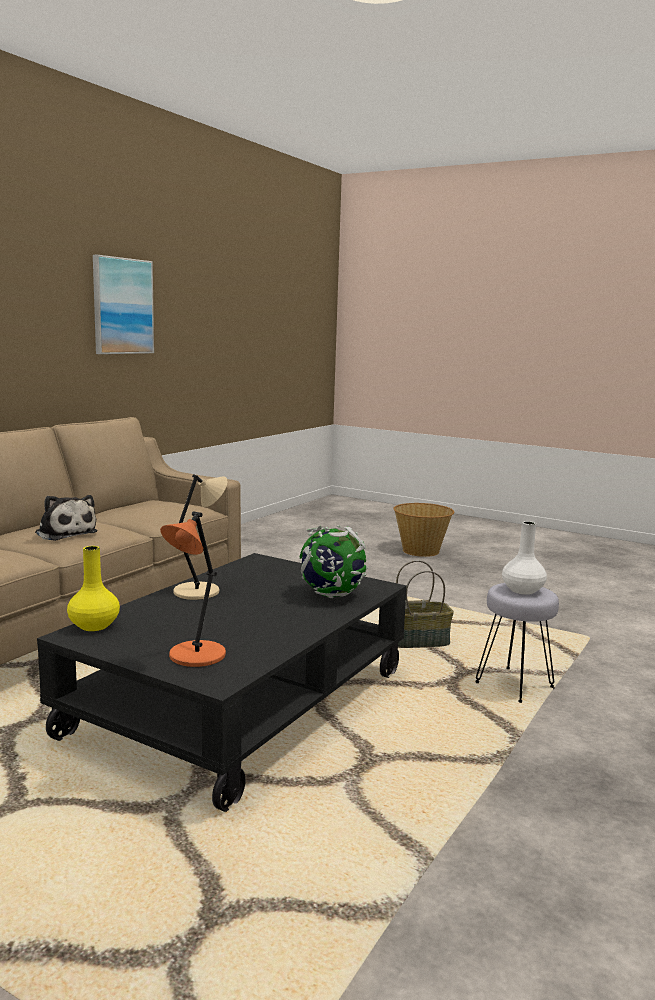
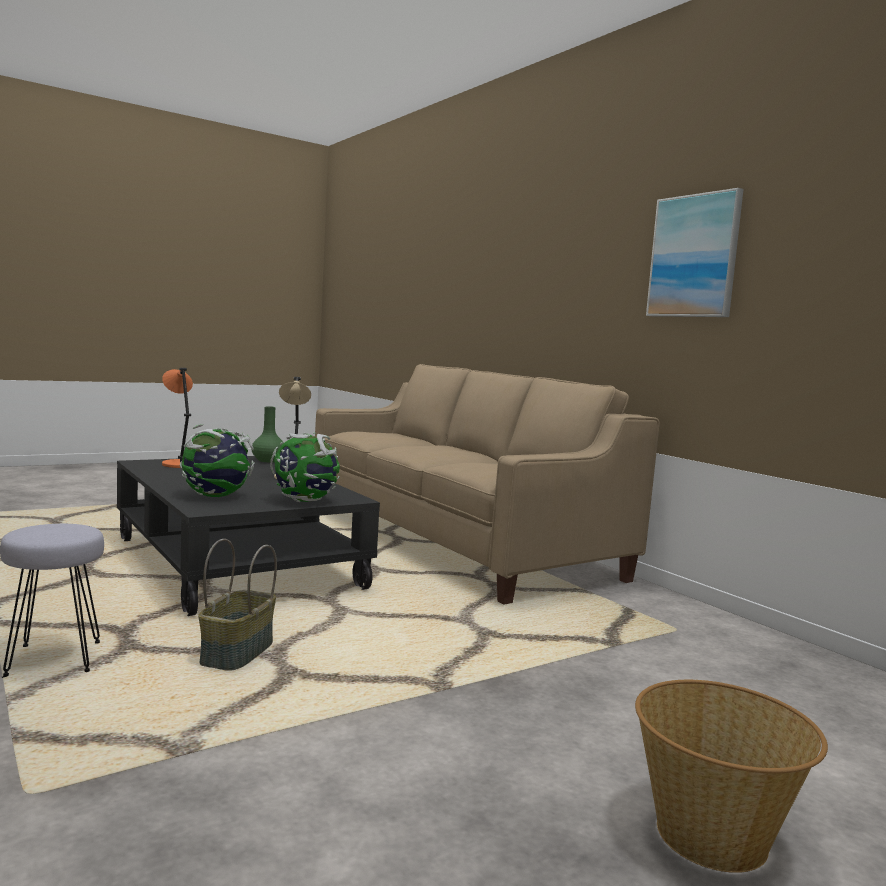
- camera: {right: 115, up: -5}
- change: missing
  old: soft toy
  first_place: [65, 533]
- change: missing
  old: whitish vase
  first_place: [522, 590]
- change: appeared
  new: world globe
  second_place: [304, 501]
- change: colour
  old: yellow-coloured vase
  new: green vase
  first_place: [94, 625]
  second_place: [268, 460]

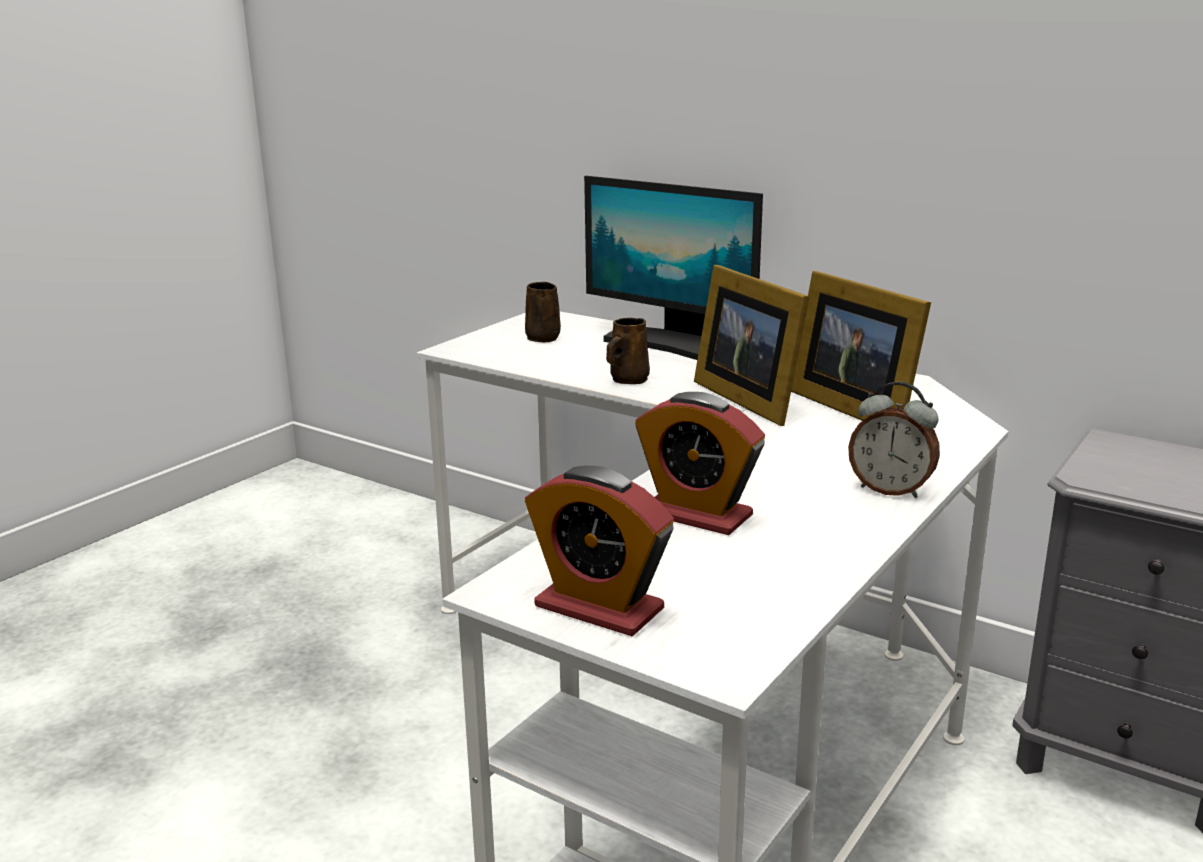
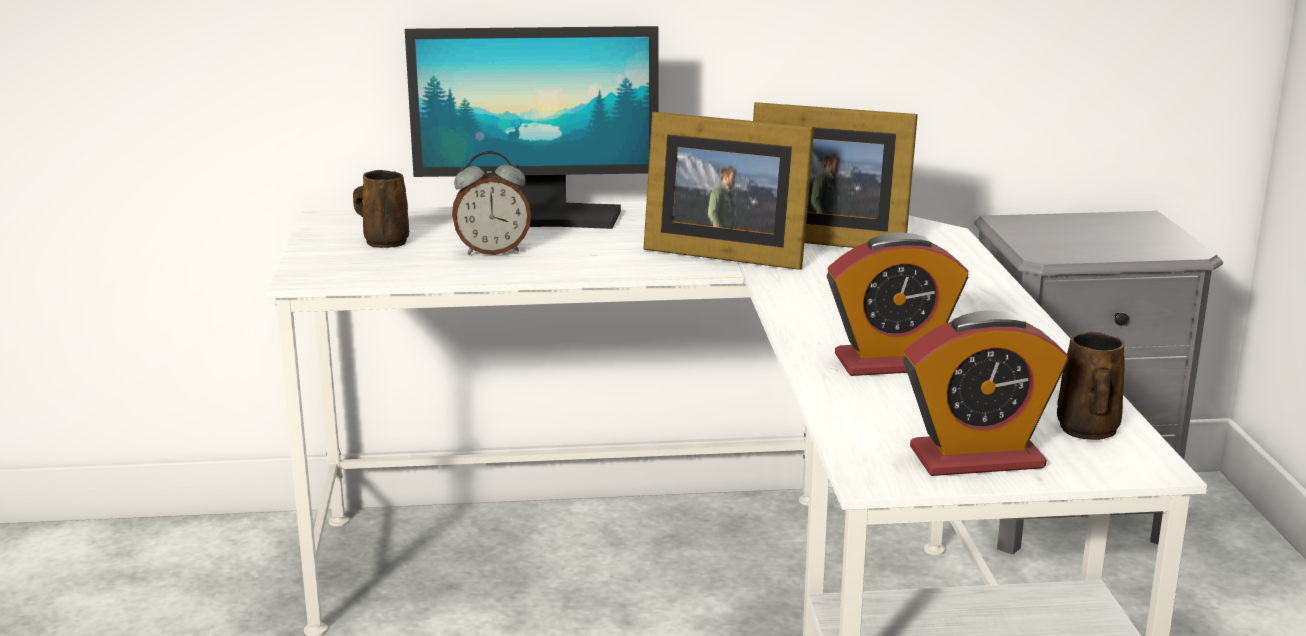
- camera: {right: -40, up: 0}
- change: relocated
  old: brownish tea mug
  first_place: [628, 380]
  second_place: [1087, 431]
- change: relocated
  old: table clock
  first_place: [890, 490]
  second_place: [492, 251]

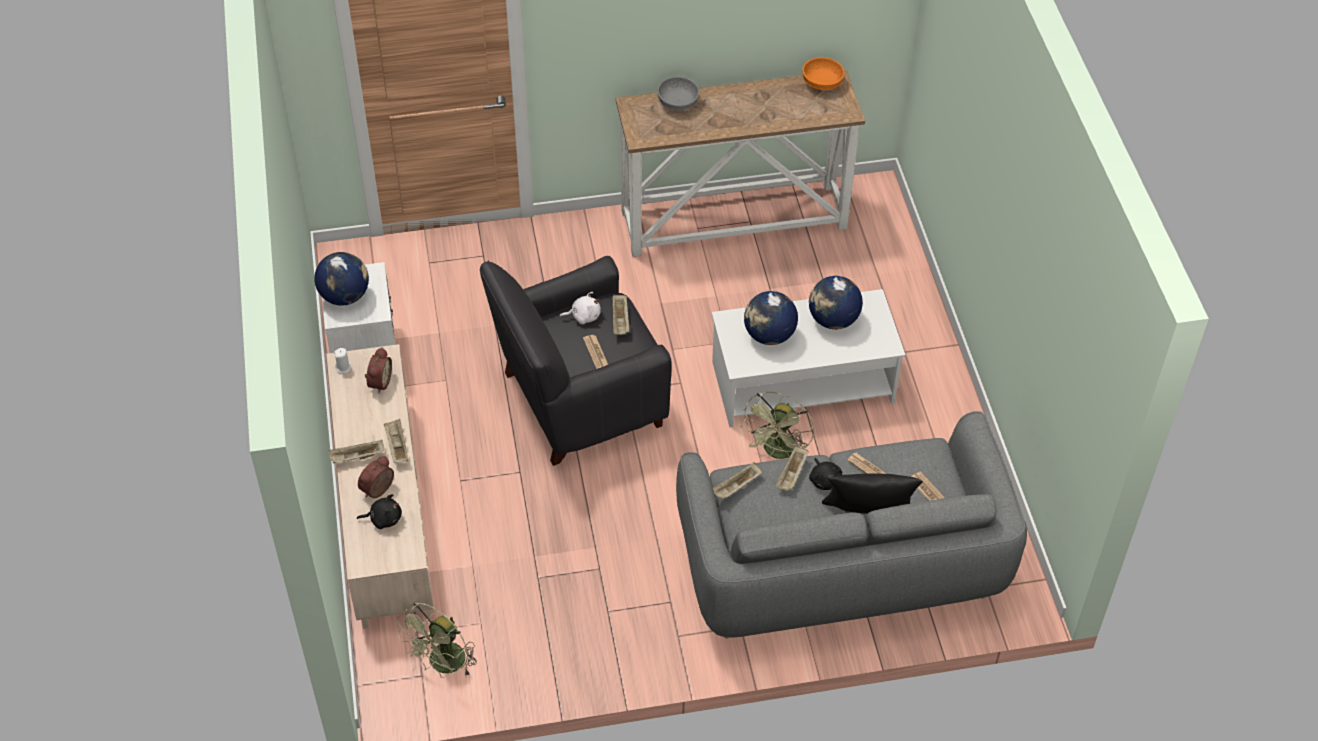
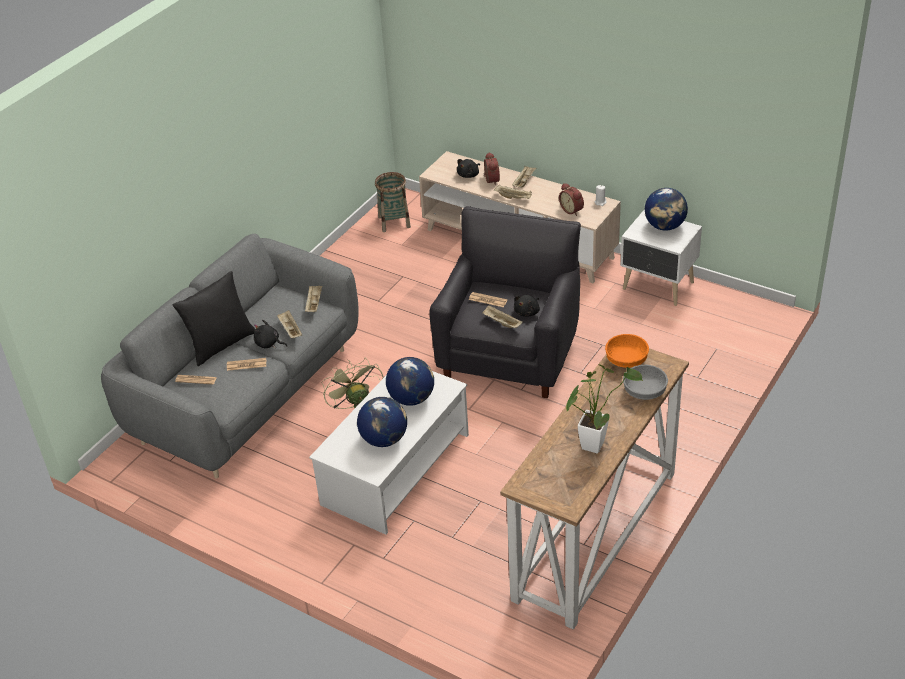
- camera: {right: 135, up: -10}
- change: appeared
  new: potted plant
  second_place: [595, 442]
- change: relocated
  old: orangey serving bowl
  first_place: [822, 83]
  second_place: [626, 360]
- change: exchanged
  old: green cooling fan
  new: household basket
  first_place: [443, 665]
  second_place: [394, 222]
- change: colour
  old: whitish soft toy
  new: black soft toy
  first_place: [583, 316]
  second_place: [527, 312]

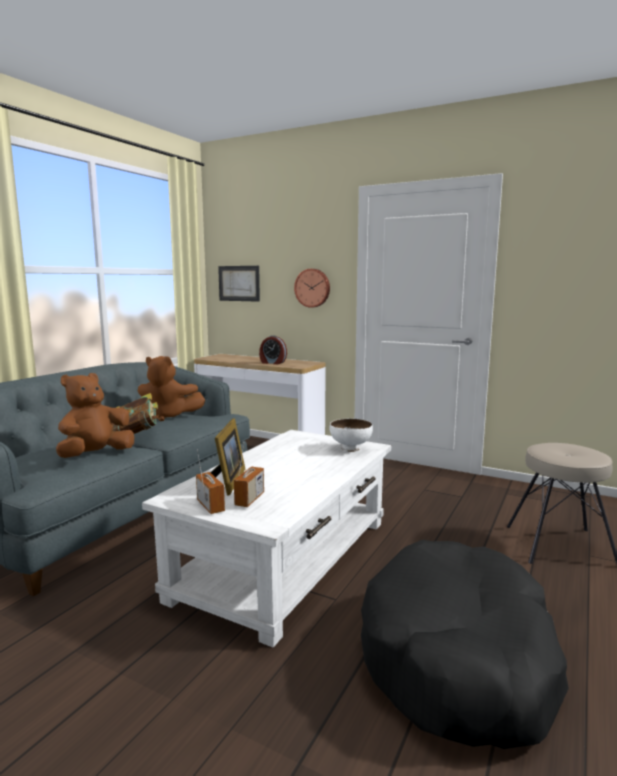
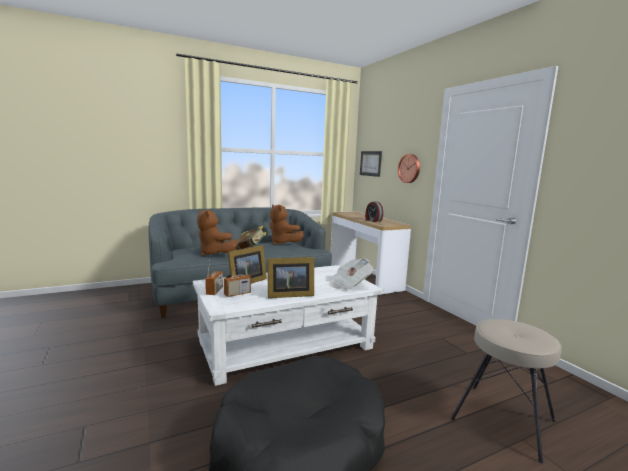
- camera: {right: 35, up: 0}
- change: appeared
  new: standing frame
  second_place: [288, 294]
- change: exchanged
  old: whitish serving bowl
  new: newspaper
  first_place: [350, 449]
  second_place: [349, 284]
- change: spun
  old: brownish soft toy
  first_place: [95, 455]
  second_place: [214, 254]
  degrees: -120

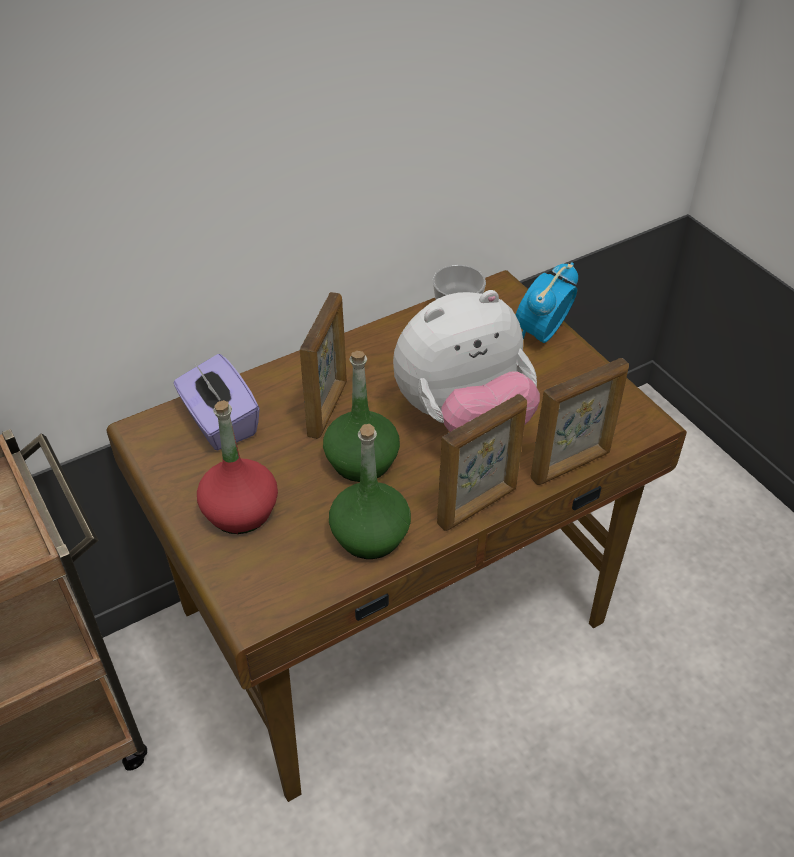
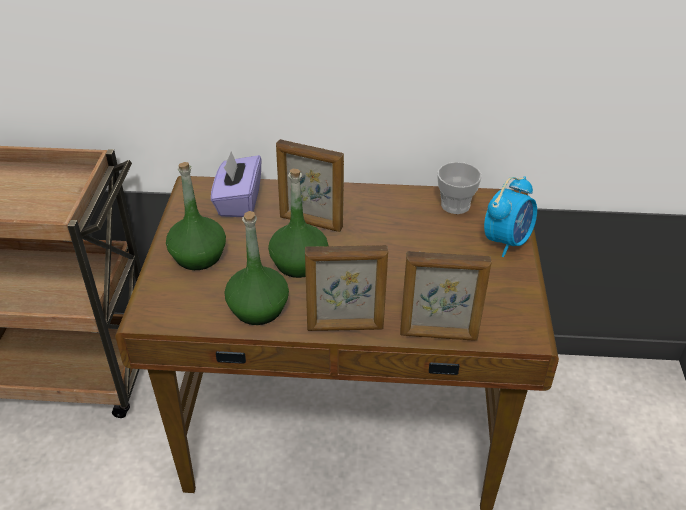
- camera: {right: 35, up: -5}
- change: missing
  old: soft toy
  first_place: [464, 420]
- change: colour
  old: red bottle
  new: green bottle
  first_place: [240, 511]
  second_place: [198, 256]
- change: spun
  old: standing frame
  first_place: [328, 408]
  second_place: [310, 223]
  degrees: 60
- change: spun
  old: table clock
  first_place: [541, 334]
  second_place: [507, 241]
  degrees: 150

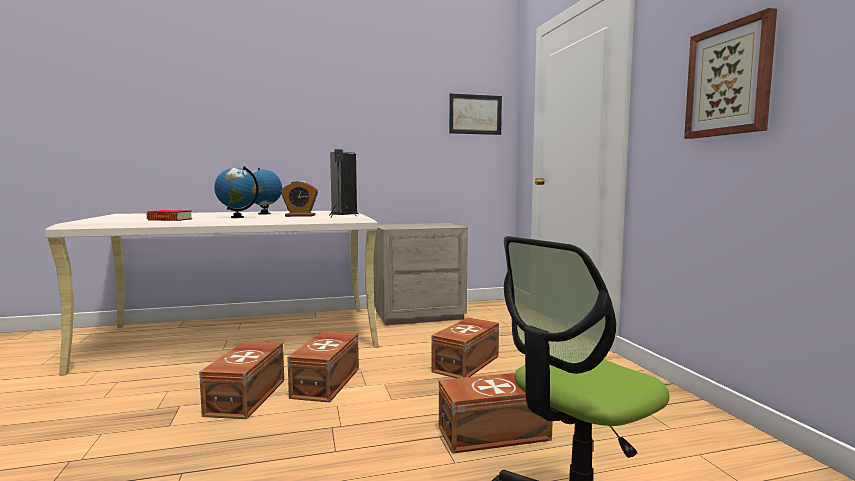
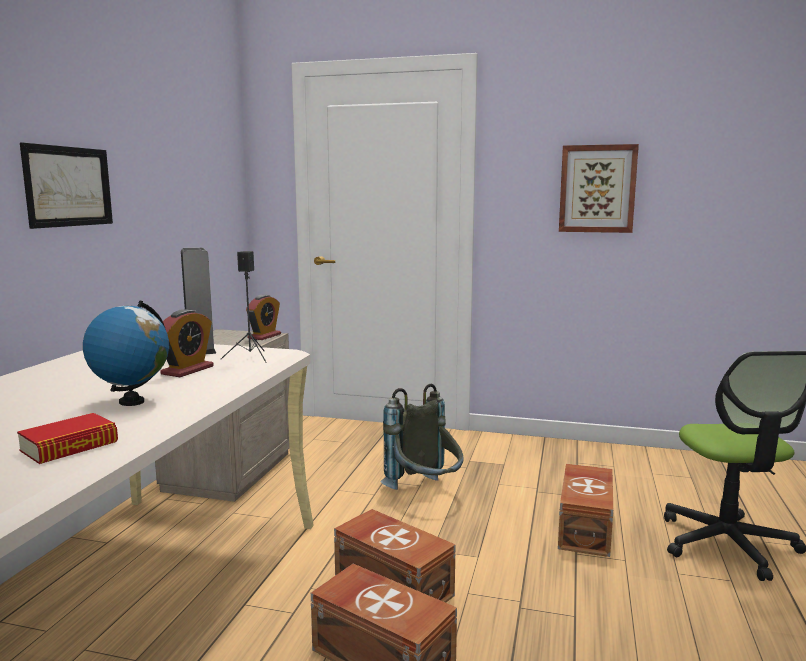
- camera: {right: -60, up: 5}
- change: missing
  old: world globe
  first_place: [264, 214]
- change: appeared
  new: table clock
  second_place: [264, 336]
- change: relocated
  old: picture
  first_place: [475, 114]
  second_place: [69, 186]
- change: exchanged
  old: brownish storage box
  new: grey rucksack
  first_place: [467, 364]
  second_place: [425, 493]

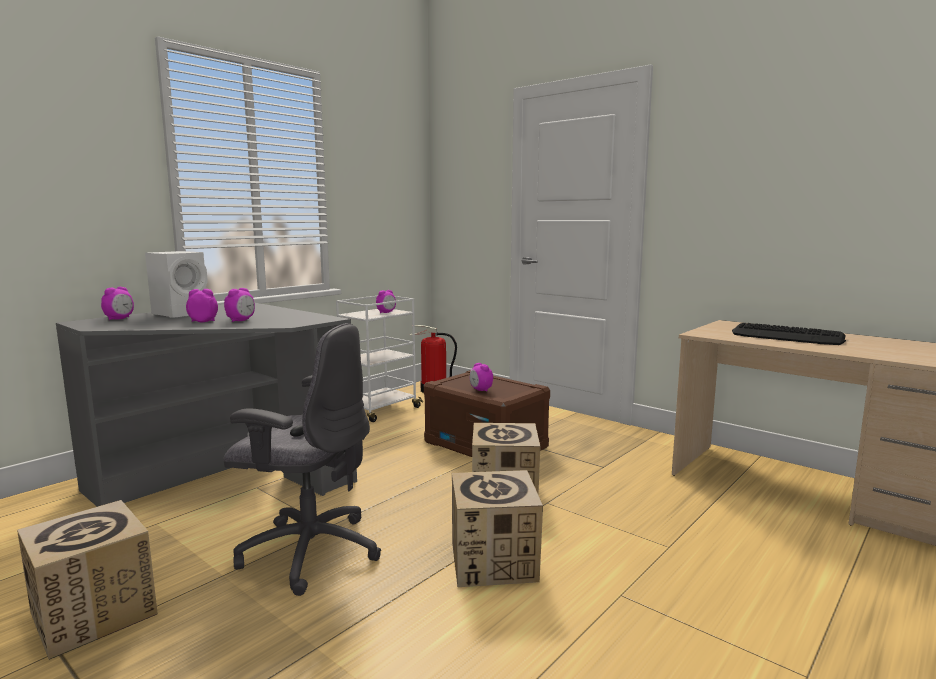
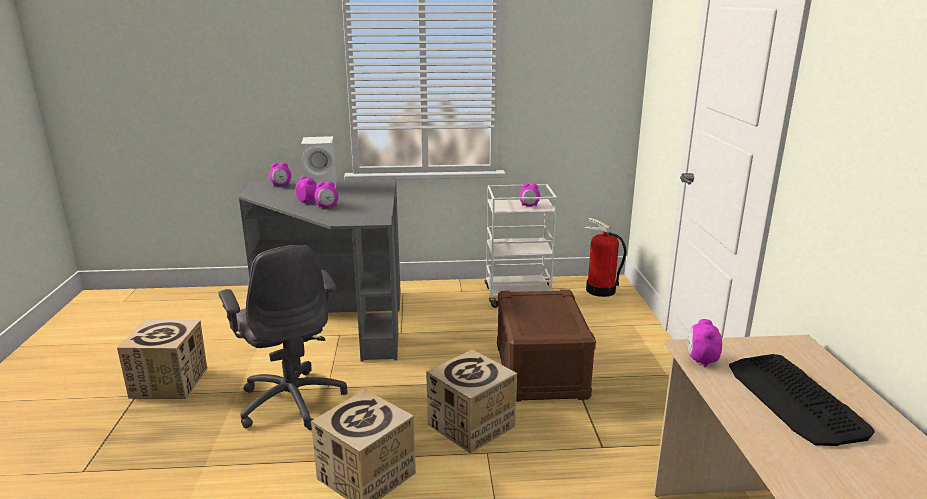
- camera: {right: 45, up: 10}
- change: relocated
  old: table clock
  first_place: [480, 390]
  second_place: [701, 360]

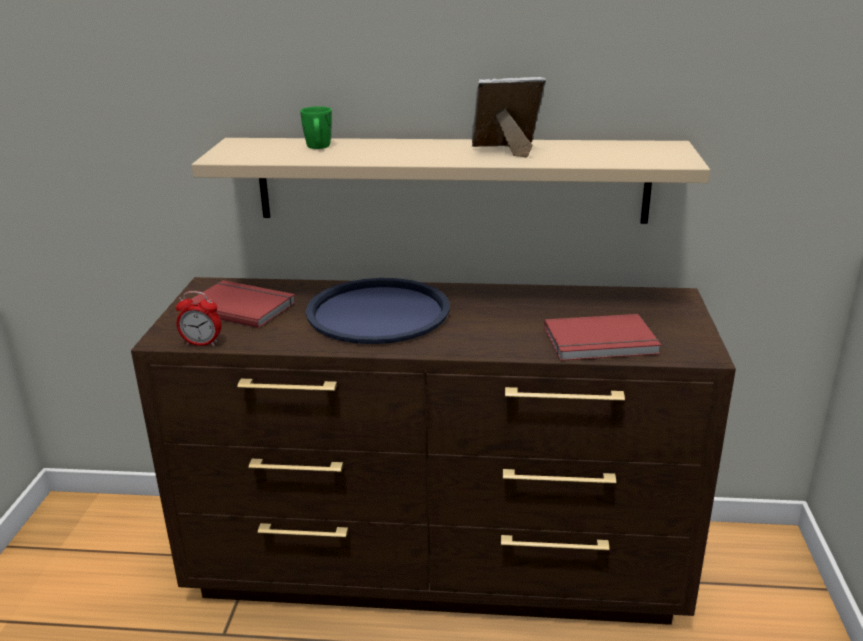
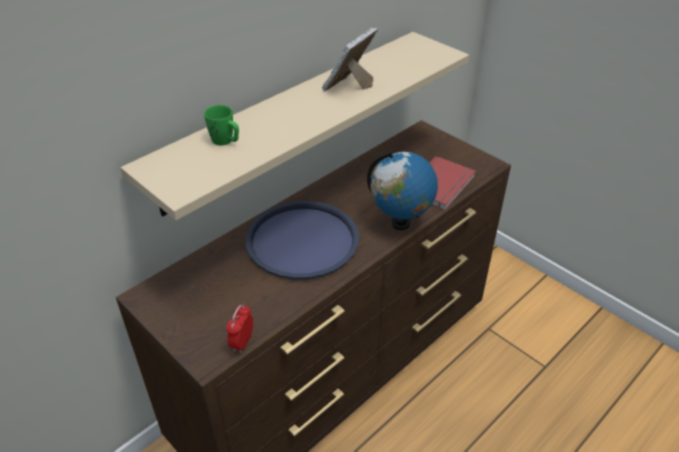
- camera: {right: -50, up: 15}
- change: missing
  old: red bound book
  first_place: [242, 306]
- change: appeared
  new: world globe
  second_place: [400, 223]
- change: spun
  old: table clock
  first_place: [202, 343]
  second_place: [242, 343]
  degrees: 150

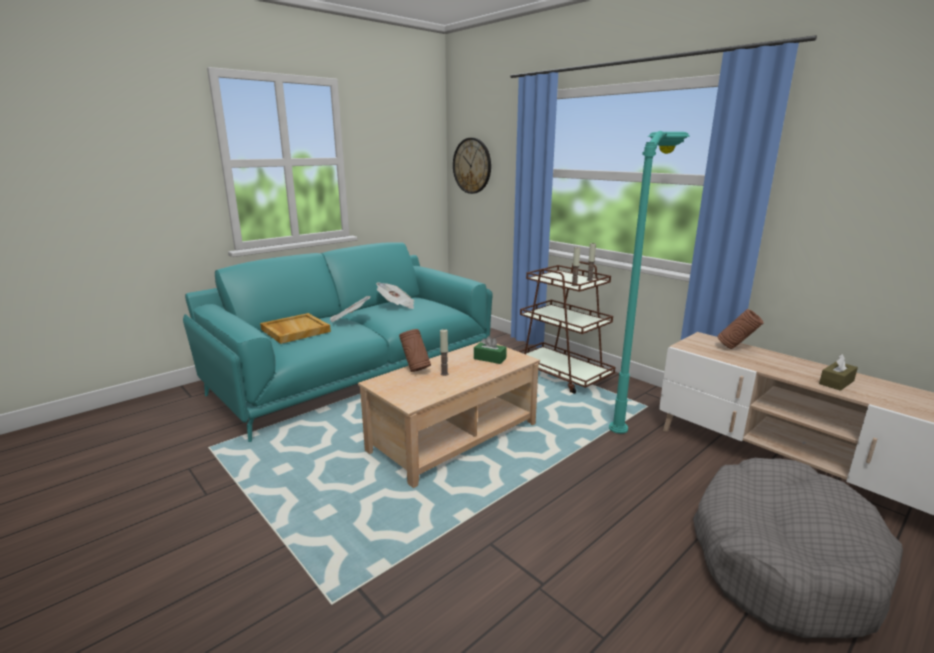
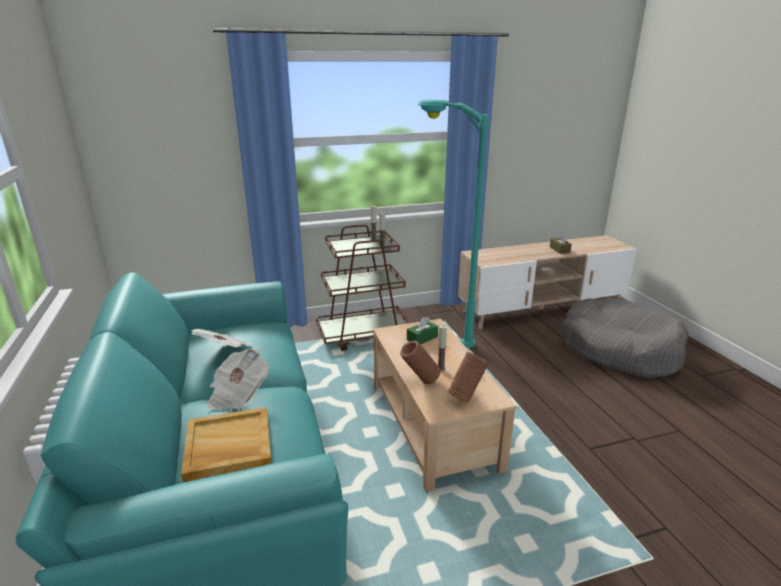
- camera: {right: -65, up: 5}
- change: missing
  old: hanging clock
  first_place: [472, 166]
- change: relocated
  old: brownish vase
  first_place: [736, 349]
  second_place: [466, 396]

